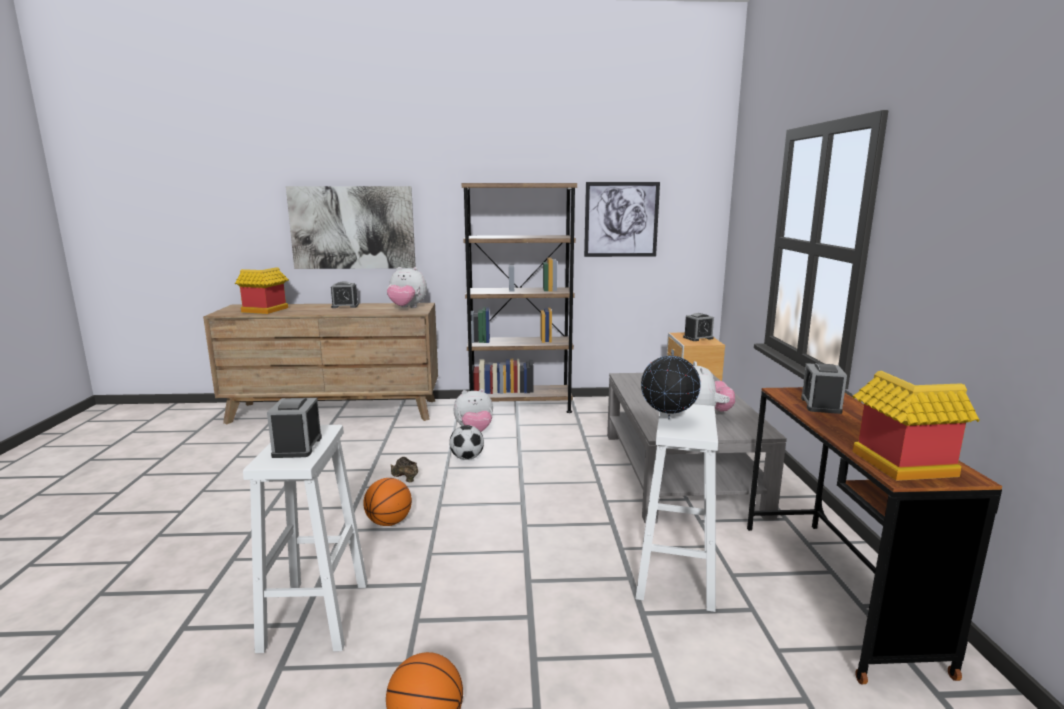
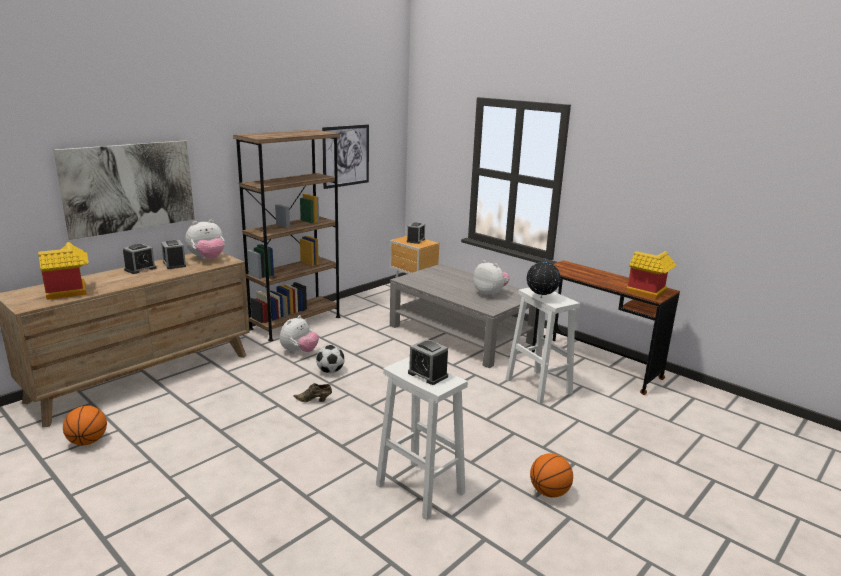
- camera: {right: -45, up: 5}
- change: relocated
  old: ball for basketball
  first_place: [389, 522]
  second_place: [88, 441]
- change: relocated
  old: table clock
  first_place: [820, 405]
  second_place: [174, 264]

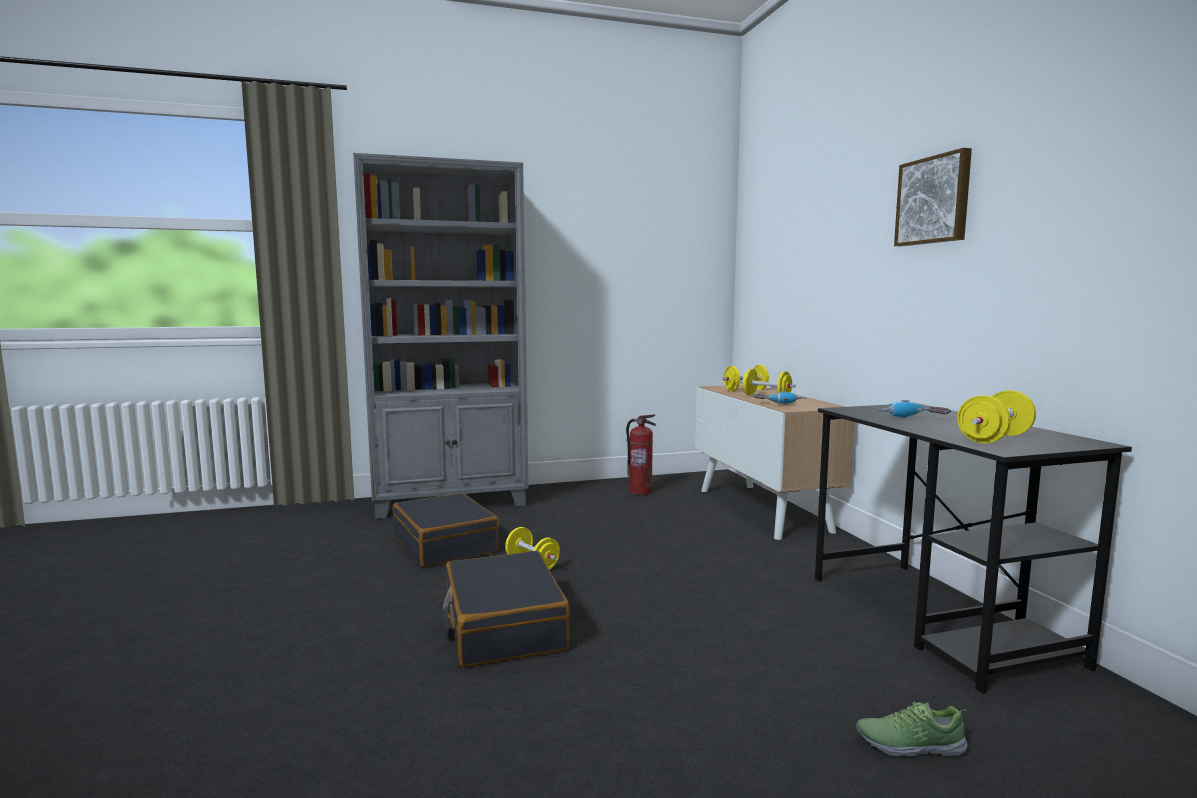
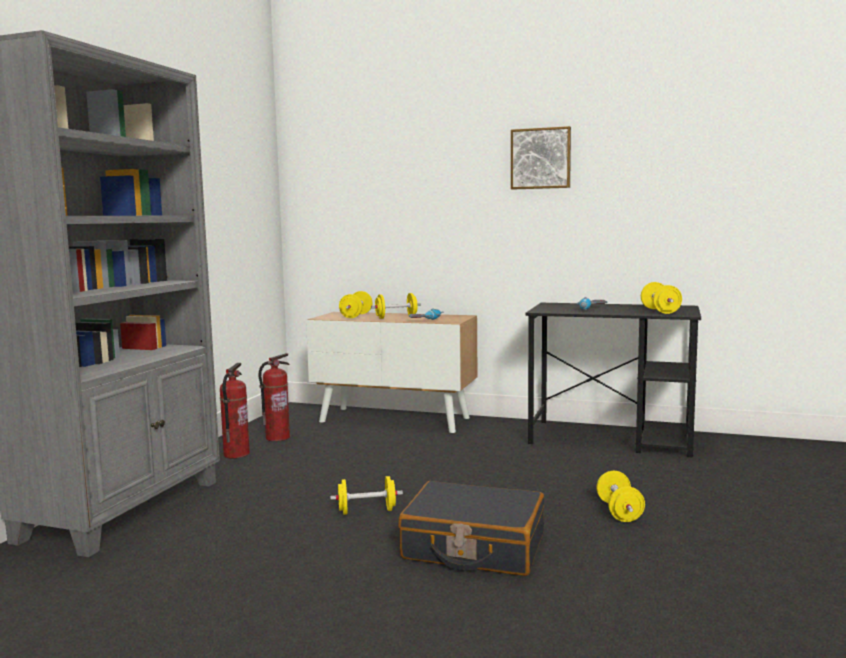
- camera: {right: -55, up: 0}
- change: missing
  old: black travel case
  first_place: [445, 544]
- change: missing
  old: low shoe
  first_place: [909, 744]
- change: appeared
  new: fire extinguisher
  second_place: [236, 454]
- change: appeared
  new: yellow-coloured free weight
  second_place: [619, 512]

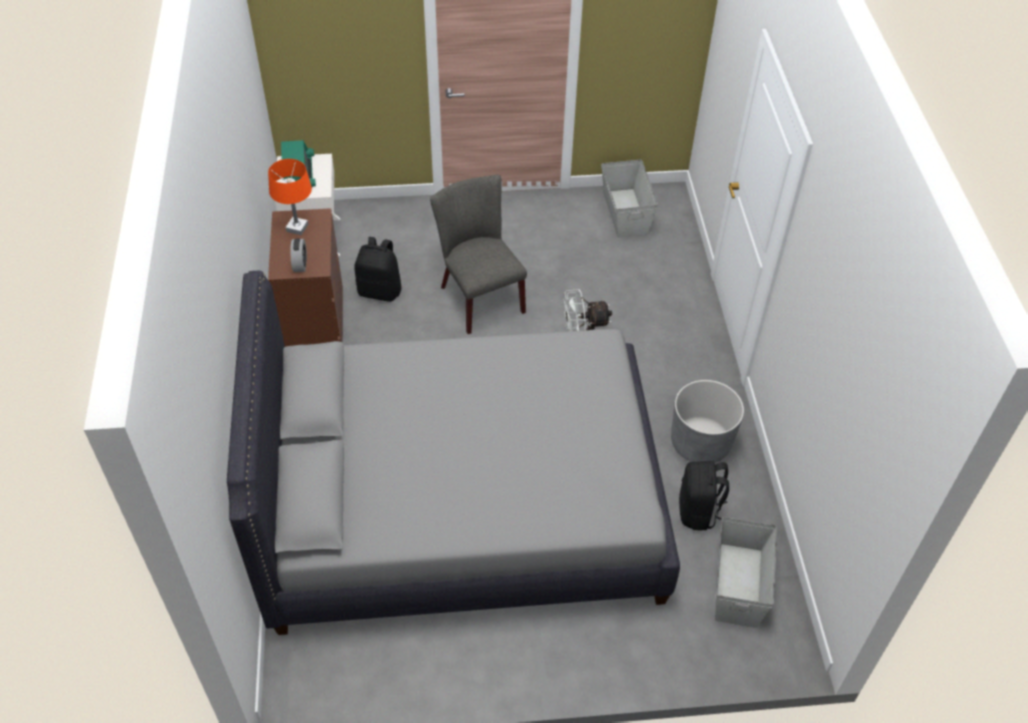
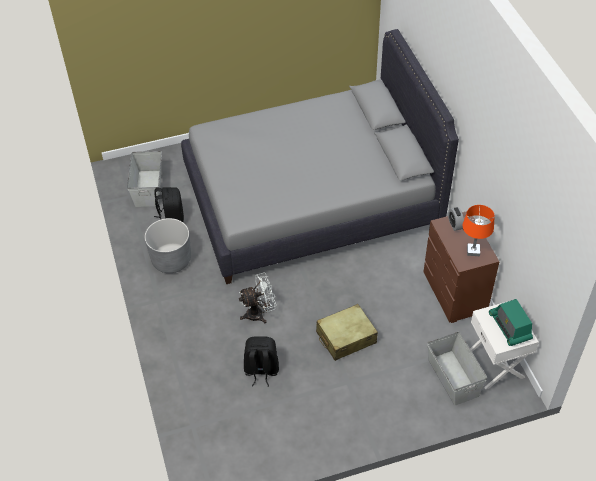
- camera: {right: 170, up: 0}
- change: relocated
  old: black rucksack
  first_place: [380, 290]
  second_place: [261, 370]
- change: relocated
  old: grey storage box
  first_place: [626, 212]
  second_place: [453, 378]
- change: exchanged
  old: grey upright chair
  new: sand-coloured travel case
  first_place: [478, 296]
  second_place: [346, 337]

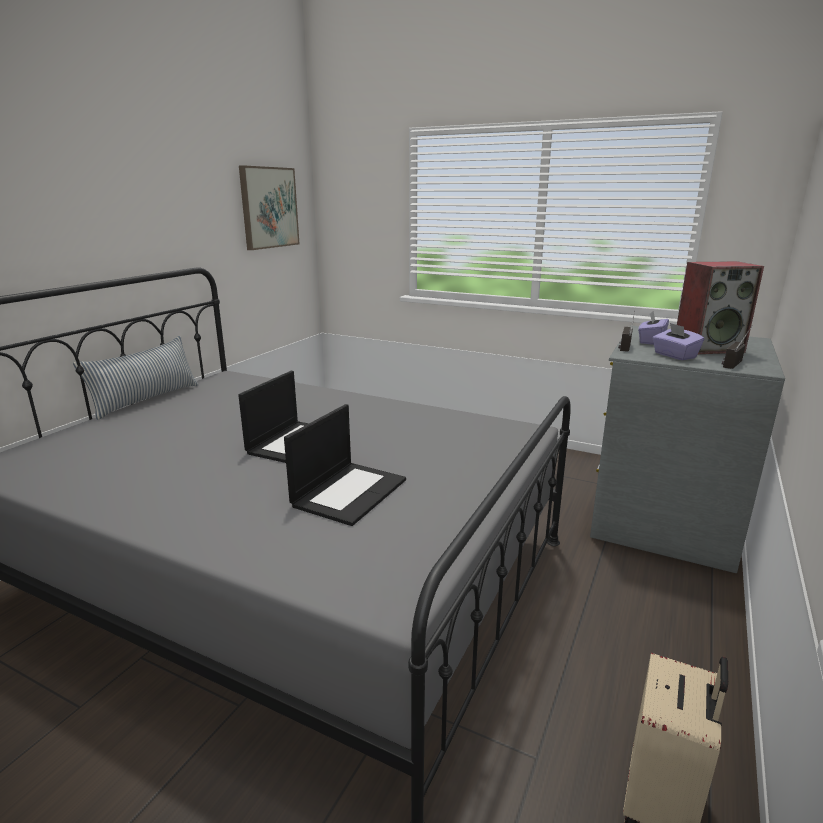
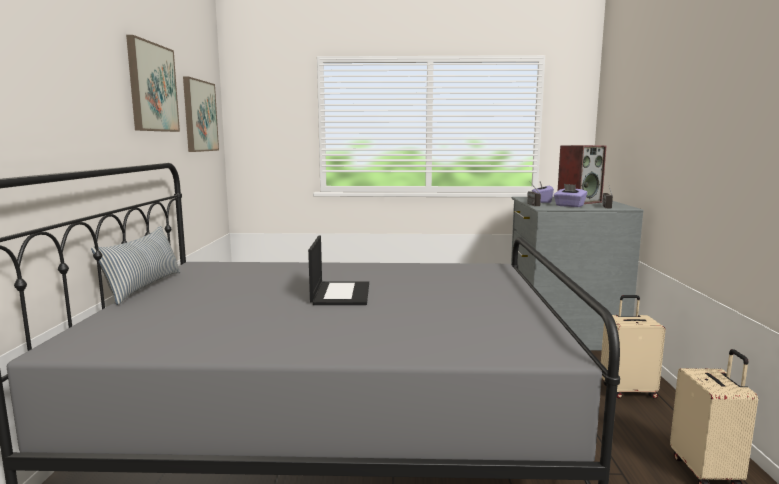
- camera: {right: -25, up: -10}
- change: missing
  old: portable computer
  first_place: [349, 492]
- change: appeared
  new: picture
  second_place: [152, 87]
- change: appeared
  new: sand-coloured travel case
  second_place: [627, 391]

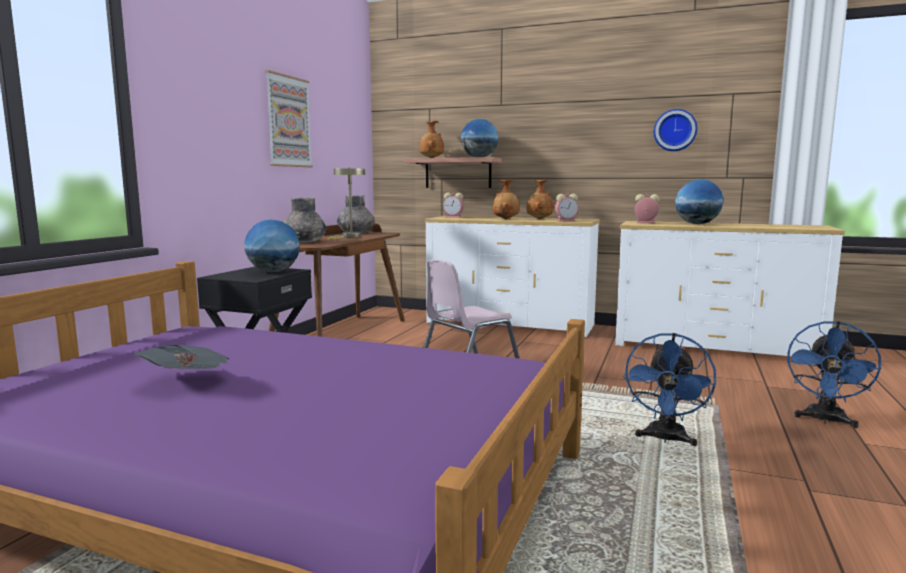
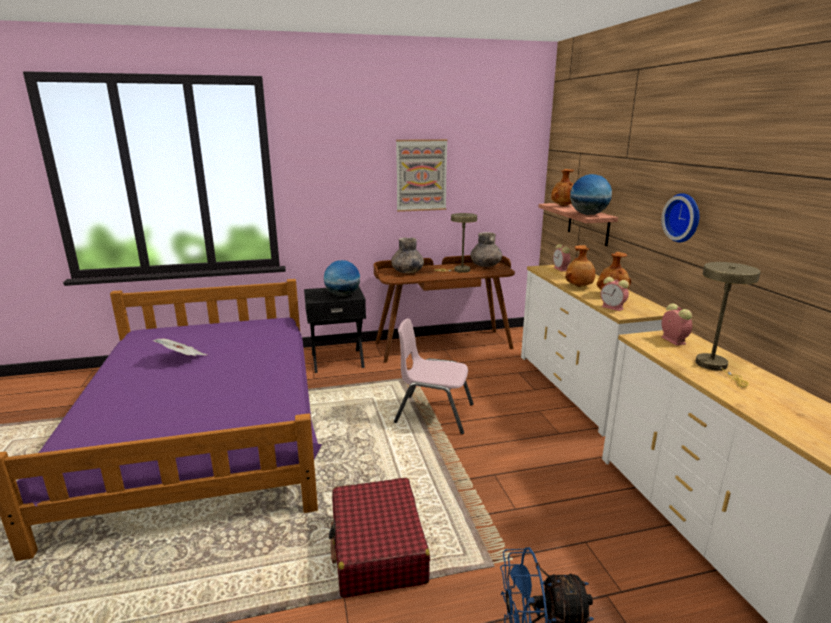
- camera: {right: 55, up: 10}
- change: relocated
  old: hanging clock
  first_place: [675, 130]
  second_place: [684, 217]
- change: exchanged
  old: bluish cooling fan
  new: red travel case
  first_place: [665, 439]
  second_place: [378, 548]
- change: exchanged
  old: world globe
  new: sand-coloured lamp for a table
  first_place: [697, 224]
  second_place: [715, 366]

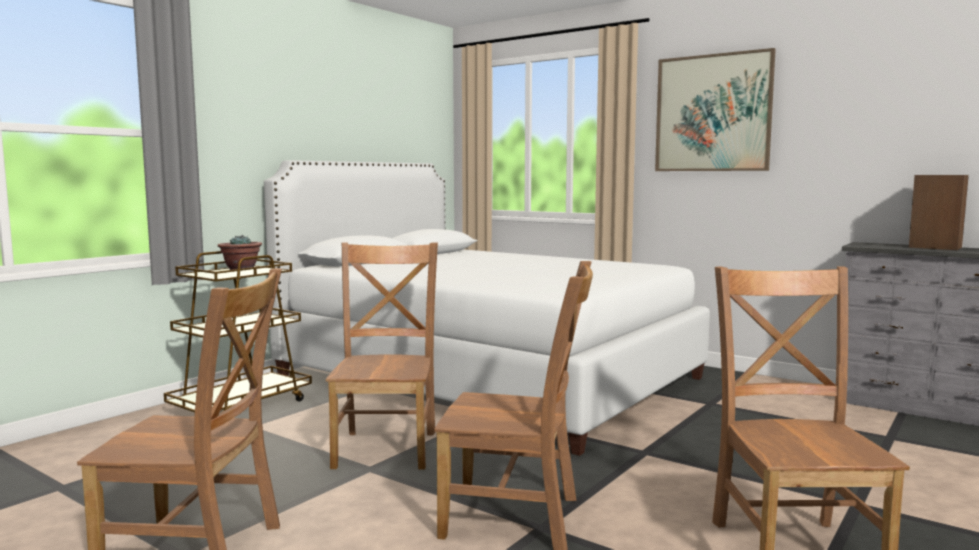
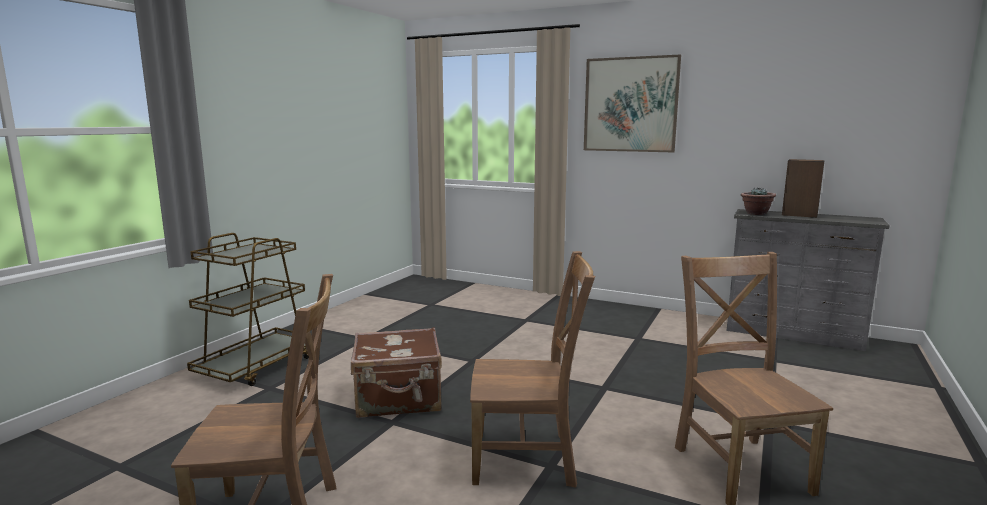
- camera: {right: -10, up: 5}
- change: missing
  old: whitish bedroom bed
  first_place: [488, 377]
- change: relocated
  old: potted plant
  first_place: [241, 269]
  second_place: [756, 213]
- change: exchanged
  old: brownish upright chair
  new: brownish travel case
  first_place: [387, 447]
  second_place: [399, 399]

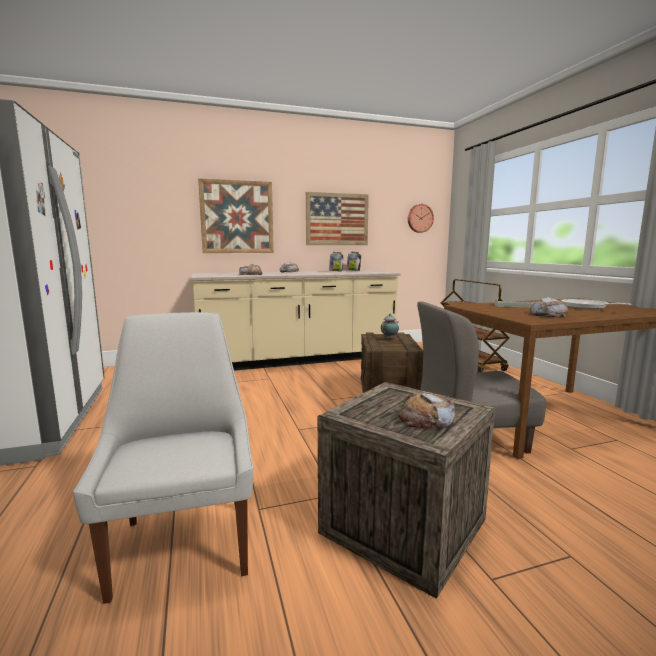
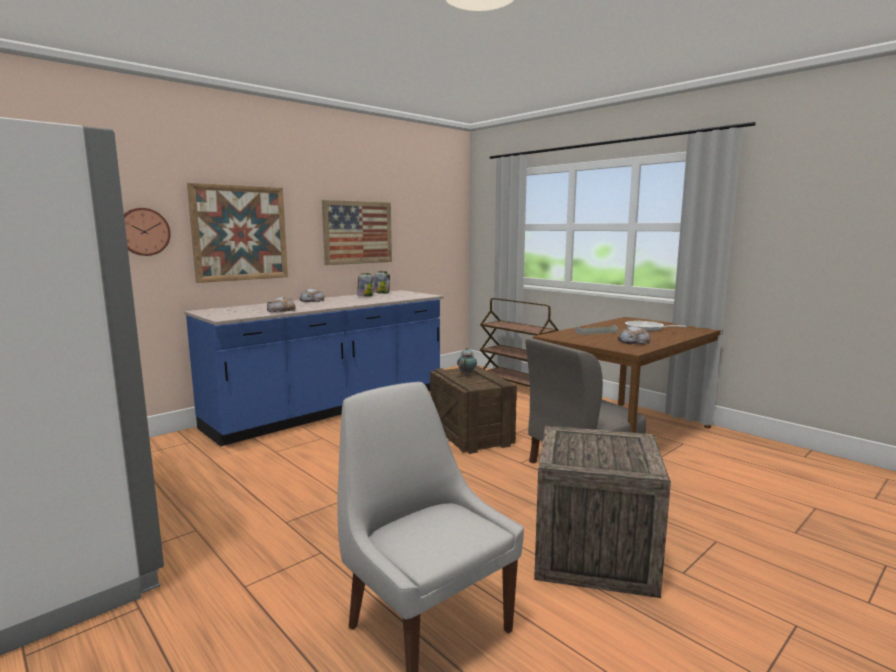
- camera: {right: -25, up: 0}
- change: missing
  old: bread
  first_place: [426, 419]
- change: relocated
  old: hanging clock
  first_place: [419, 218]
  second_place: [143, 231]
- change: colour
  old: sand-coloured kitchen base unit
  new: bluish kitchen base unit
  first_place: [298, 360]
  second_place: [331, 409]

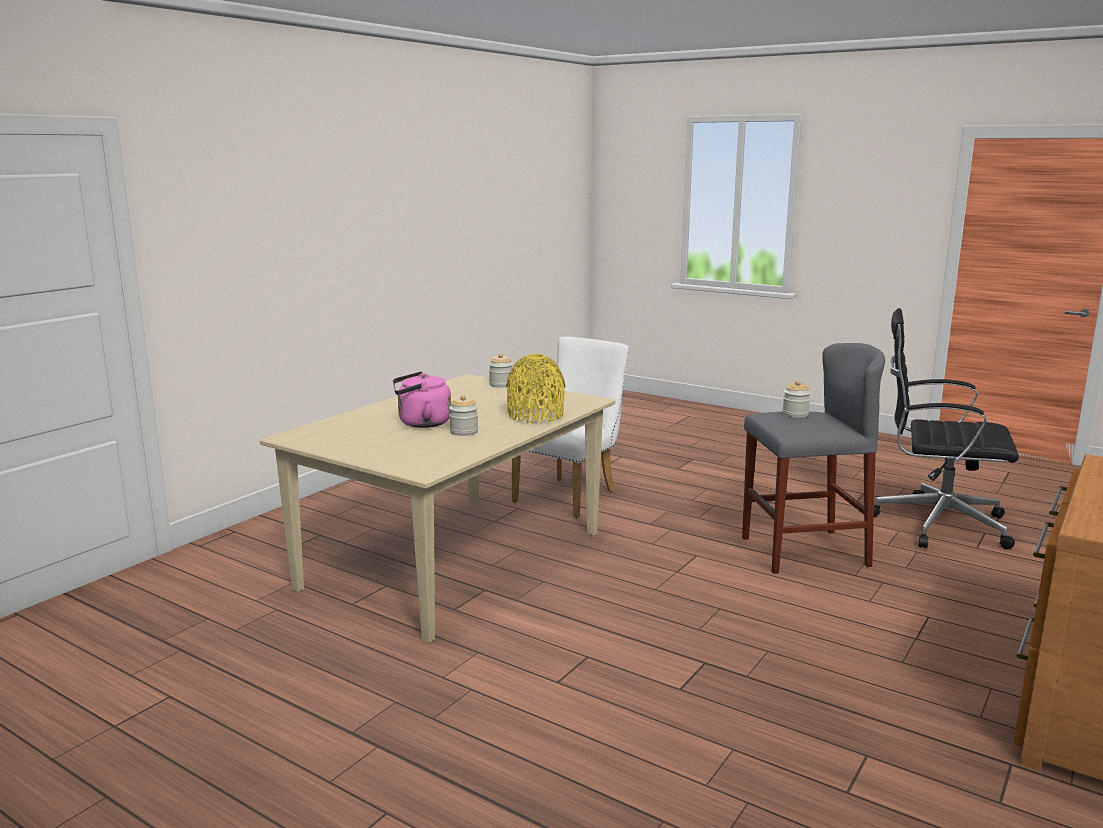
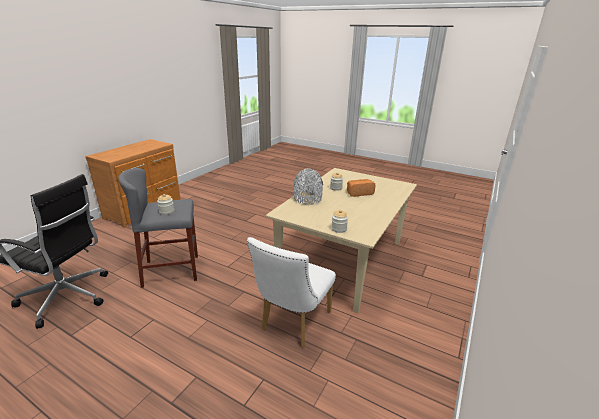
- camera: {right: 175, up: 10}
- change: exchanged
  old: pinkish water kettle
  new: bread
  first_place: [421, 423]
  second_place: [359, 193]
- change: colour
  old: yellow-coloured vase
  new: grey vase
  first_place: [535, 416]
  second_place: [307, 199]

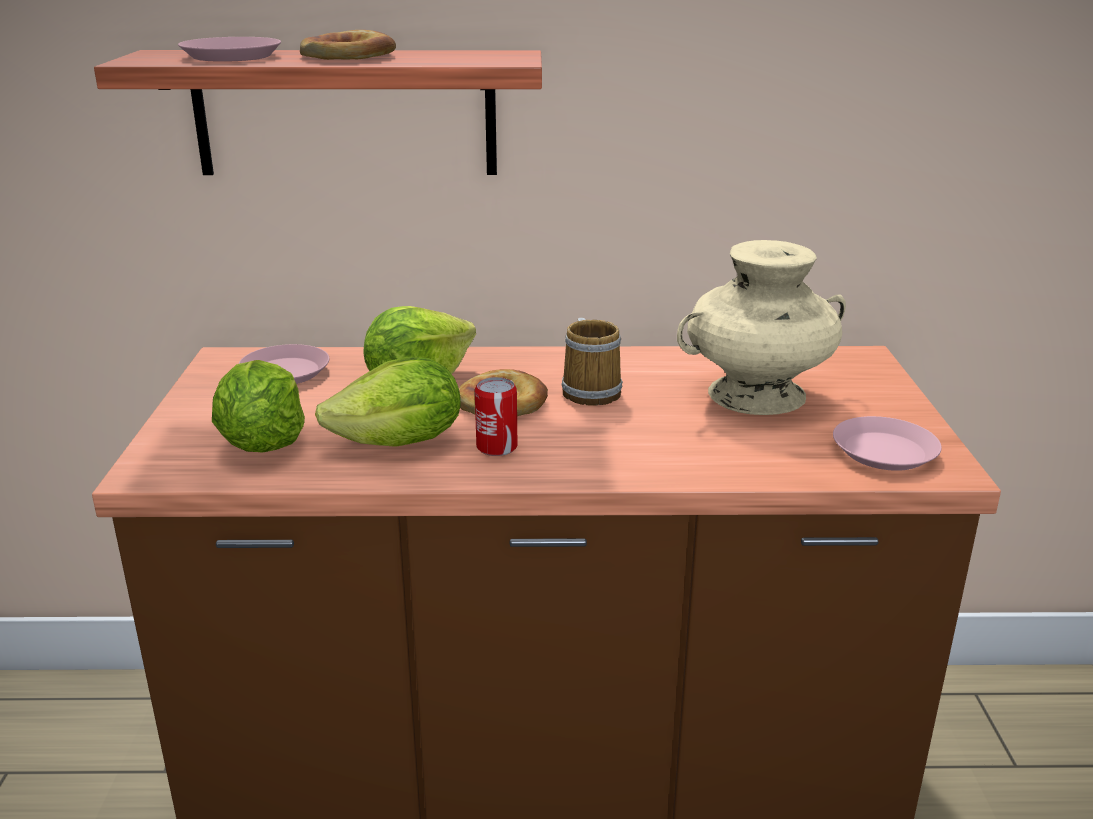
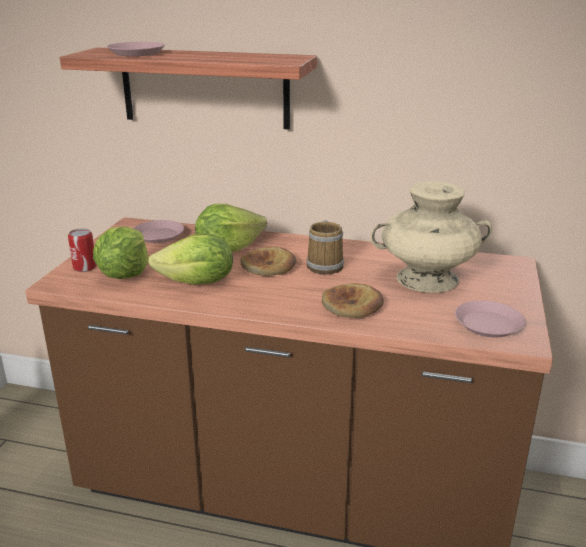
- camera: {right: 15, up: 0}
- change: relocated
  old: bread
  first_place: [348, 56]
  second_place: [352, 305]
- change: relocated
  old: can
  first_place: [496, 447]
  second_place: [85, 267]

